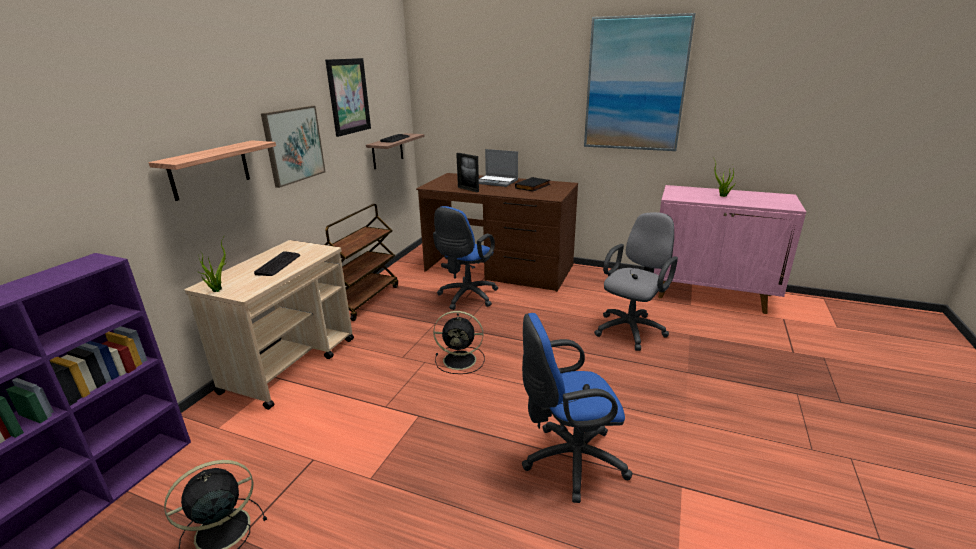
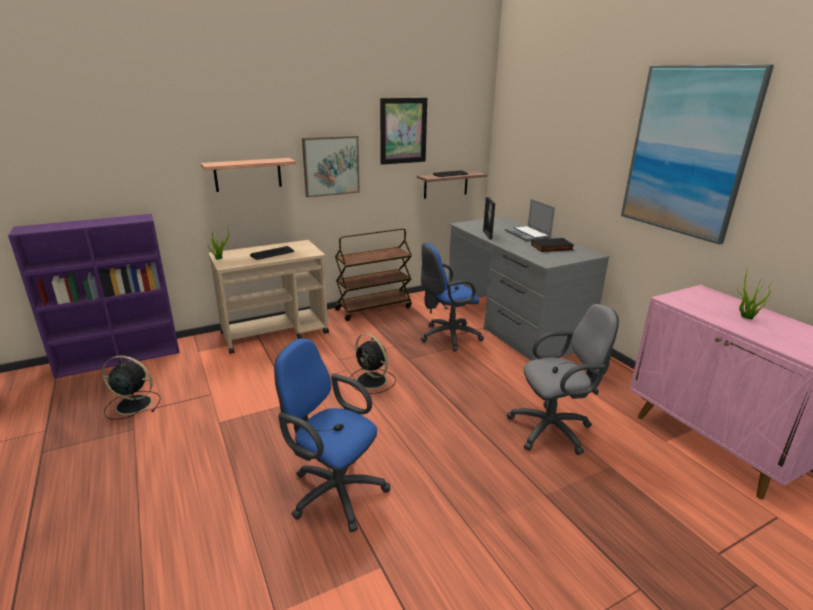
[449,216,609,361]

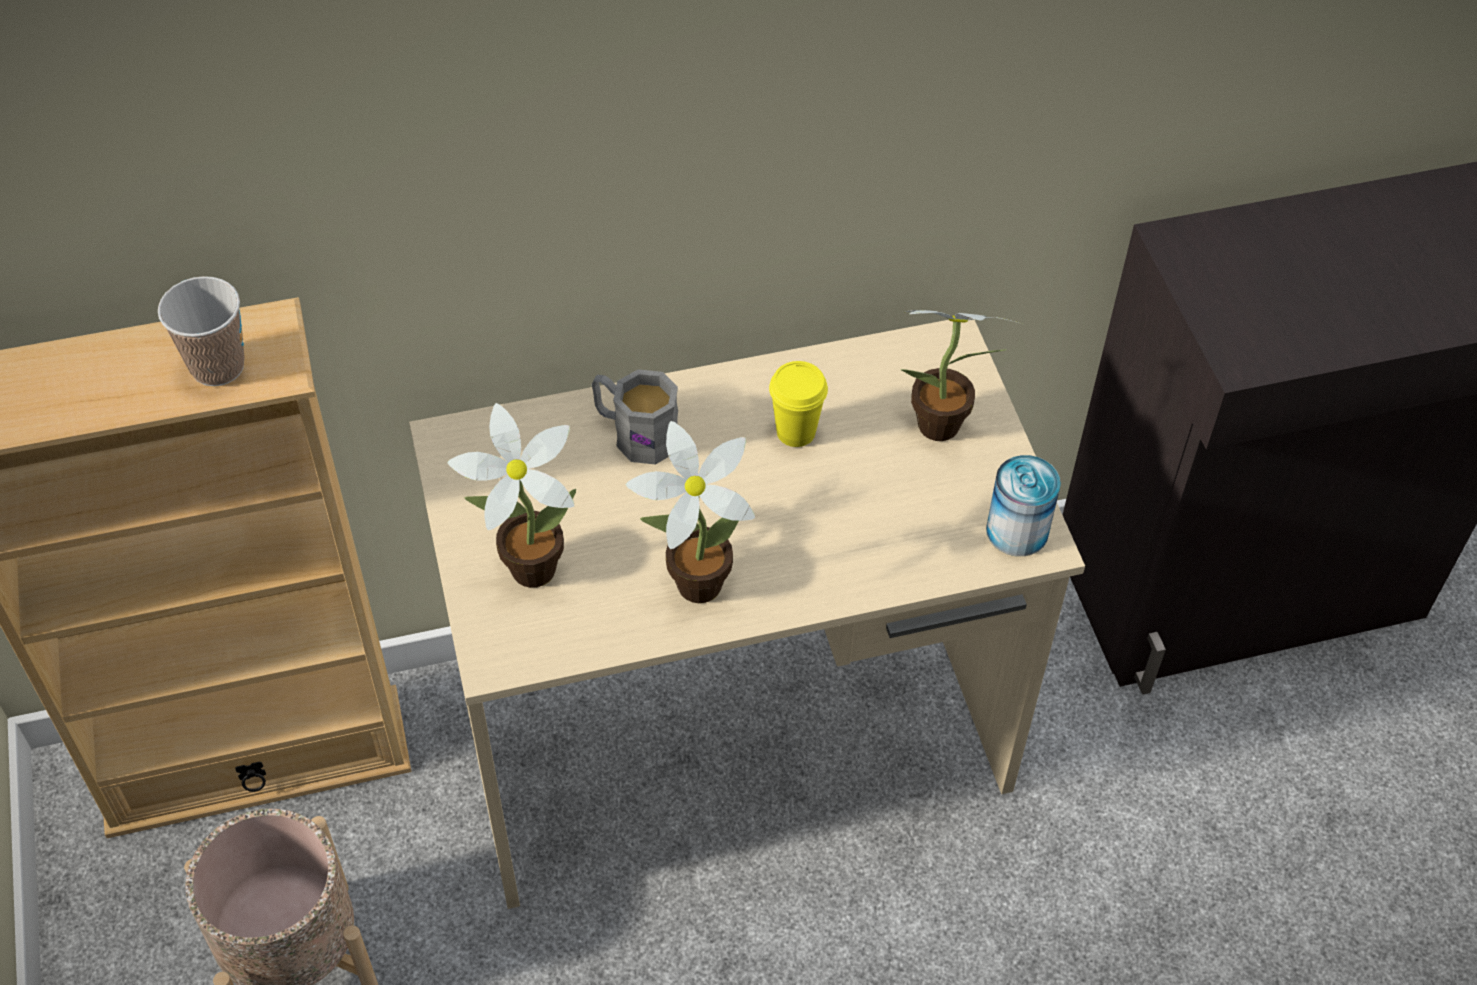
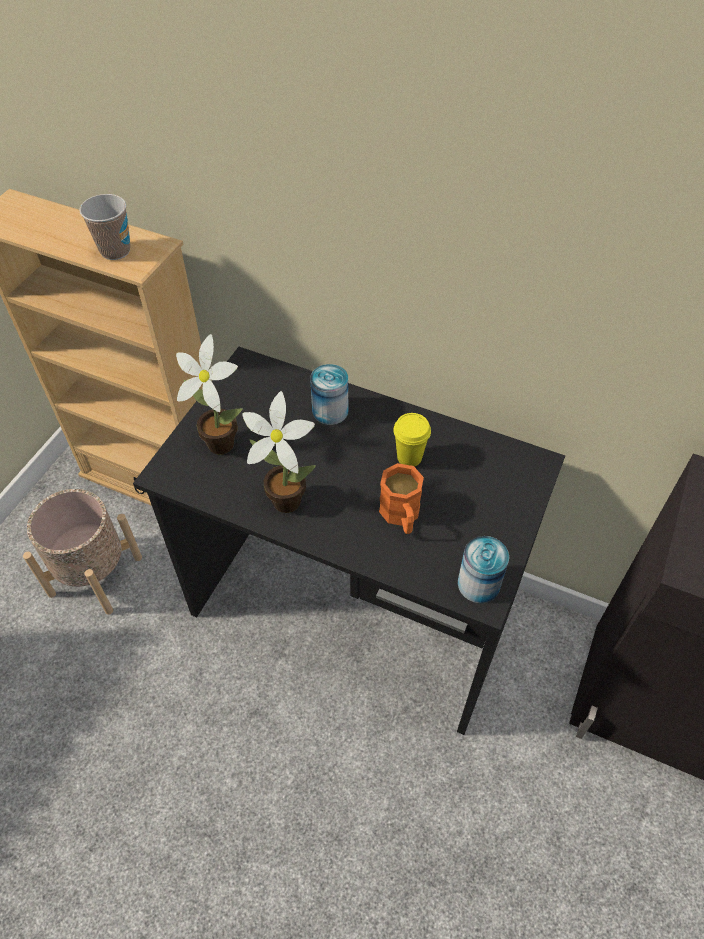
[133,347,565,735]
[310,364,348,425]
[901,310,1022,441] (first image)
[379,463,424,534]

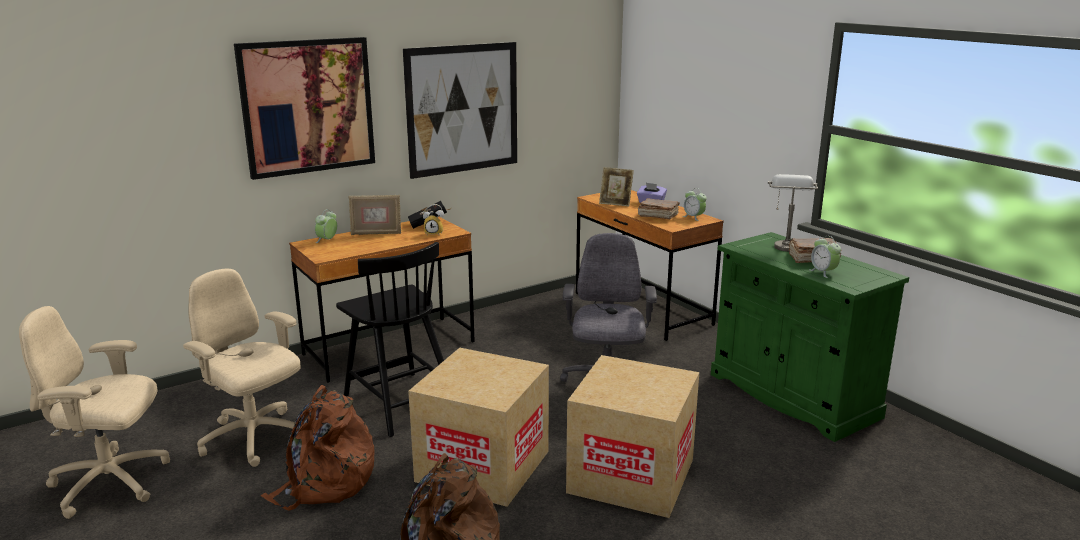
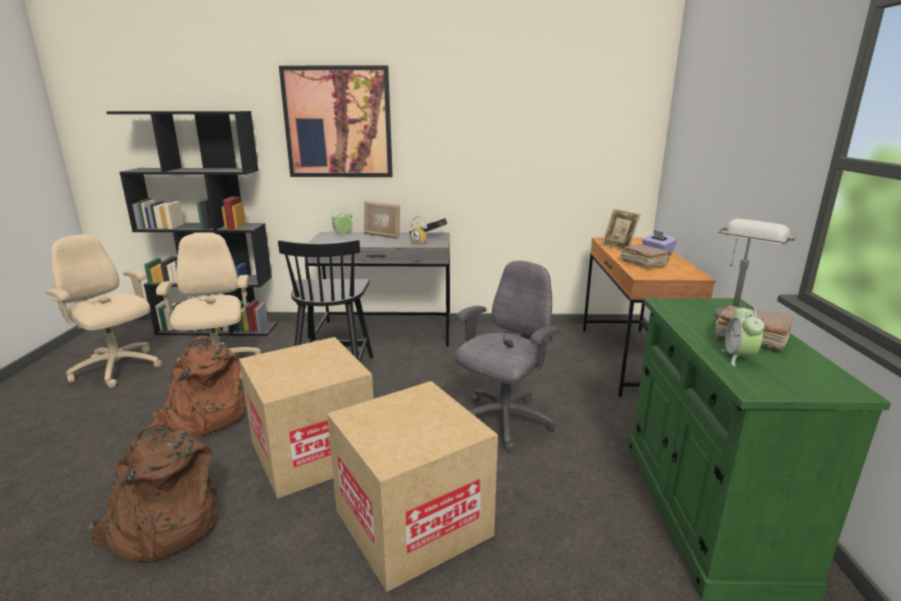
[305,232,450,347]
[403,42,517,179] (first image)
[683,188,707,221] (first image)
[106,111,278,336]

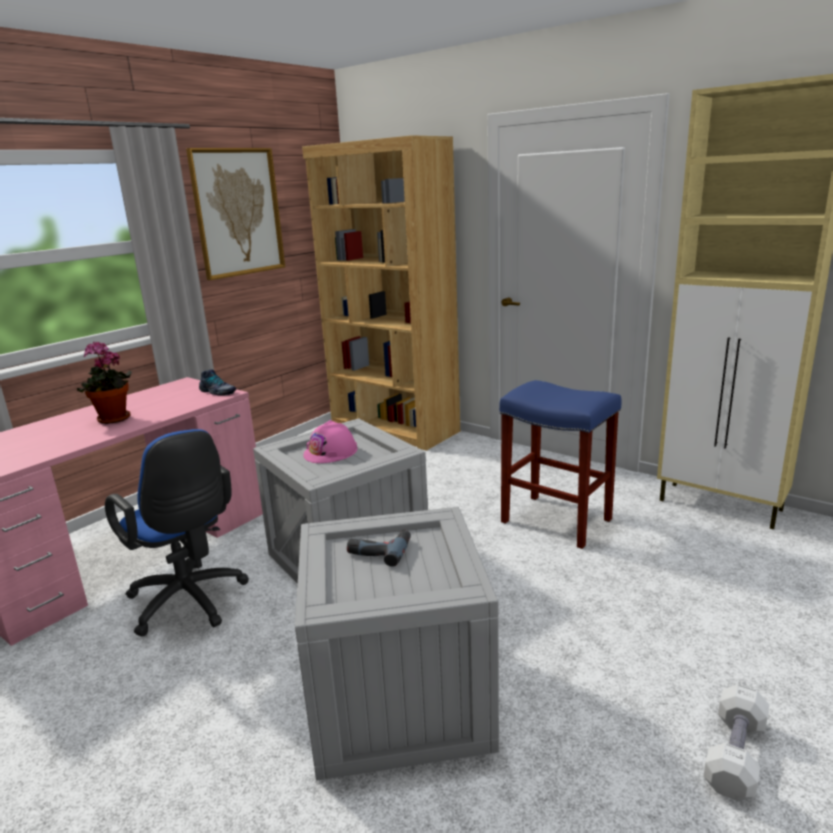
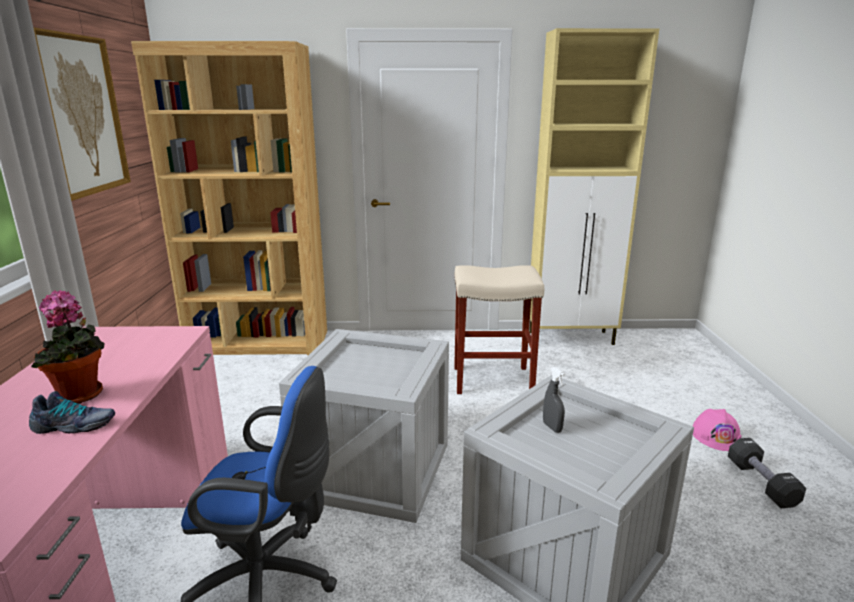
[29,391,115,434]
[693,409,742,451]
[543,367,565,433]
[454,265,544,394]
[728,438,806,508]

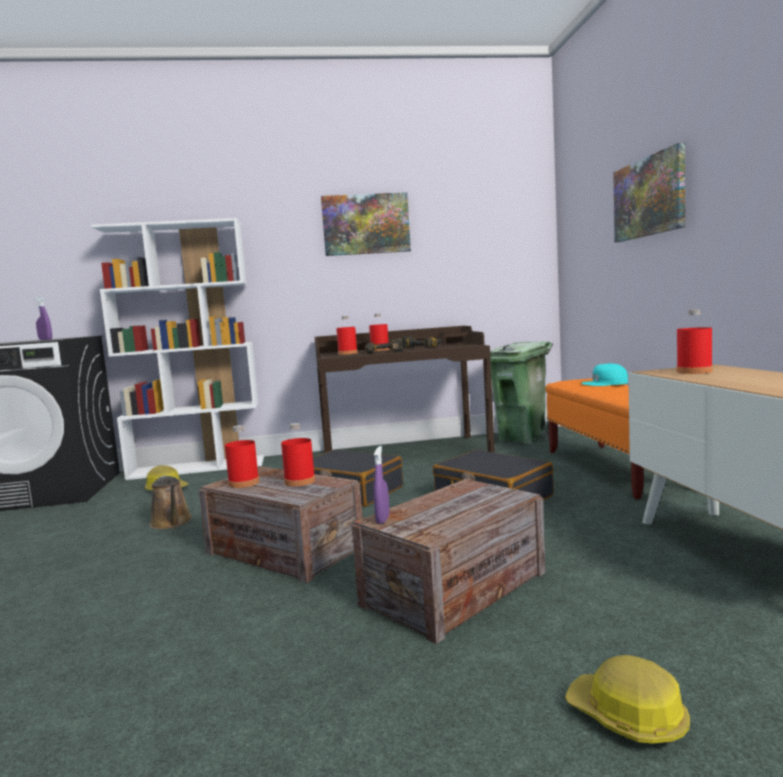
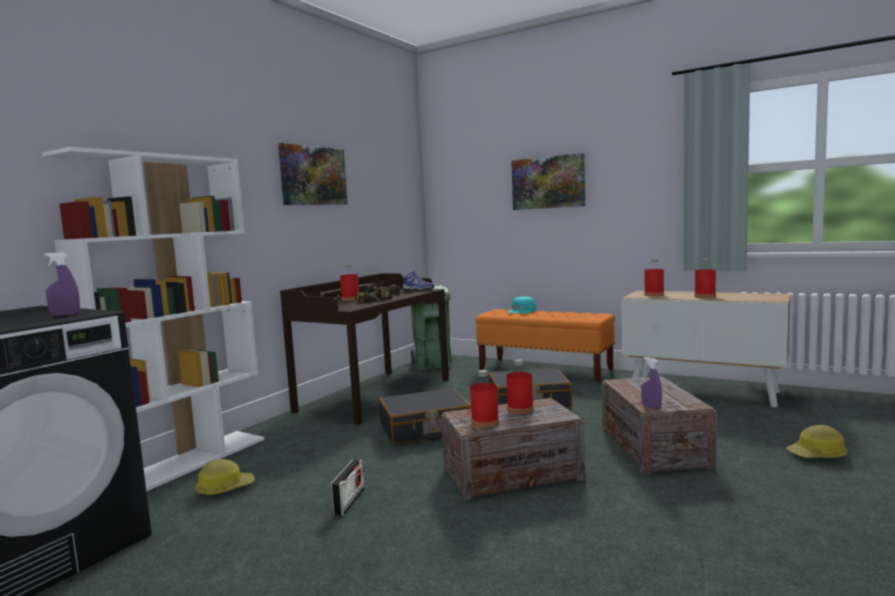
[330,459,365,516]
[694,259,716,298]
[403,271,434,291]

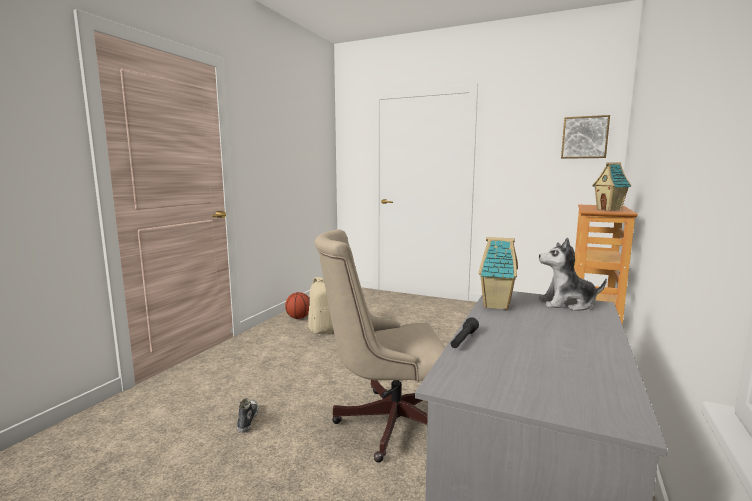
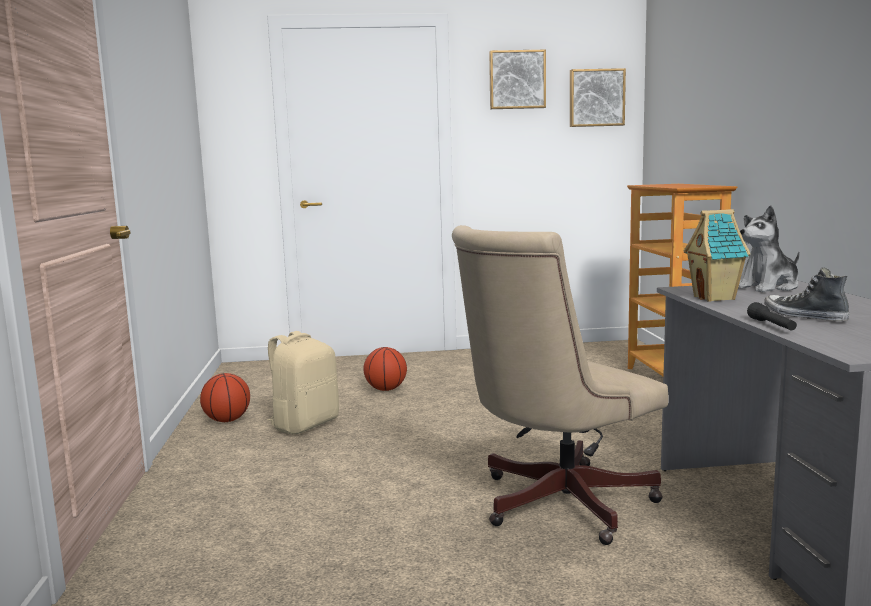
[764,267,849,321]
[592,162,632,211] (first image)
[363,347,407,391]
[489,50,546,109]

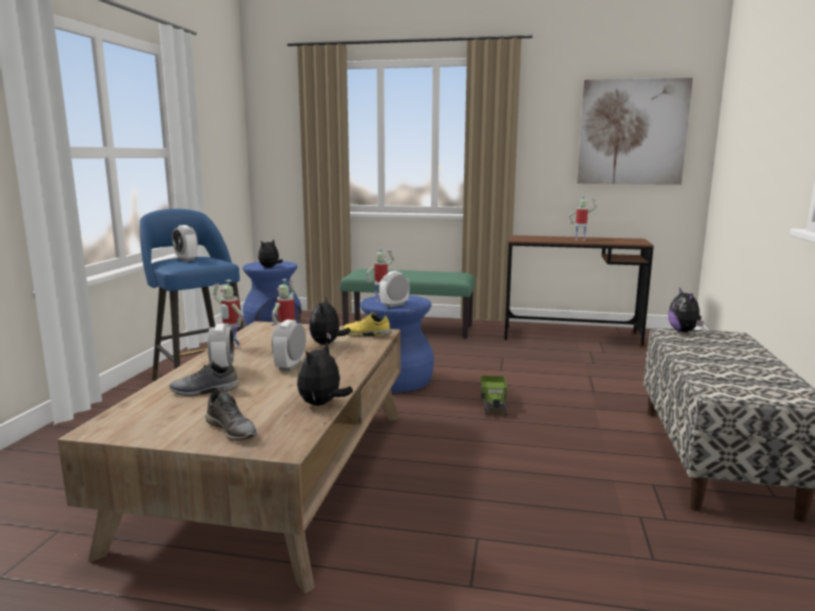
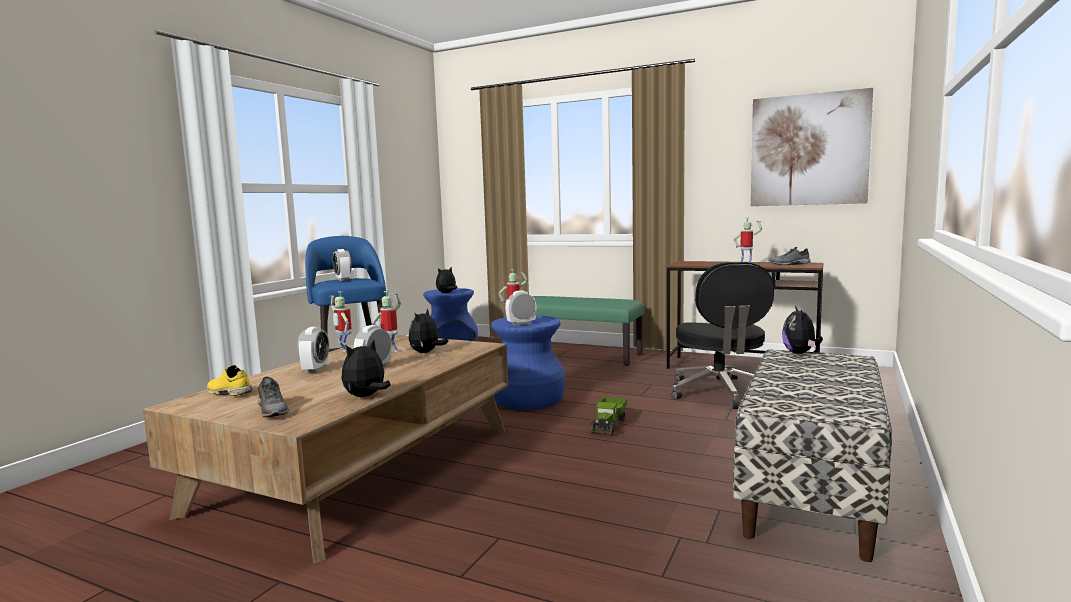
[770,247,811,265]
[207,365,252,396]
[672,262,774,409]

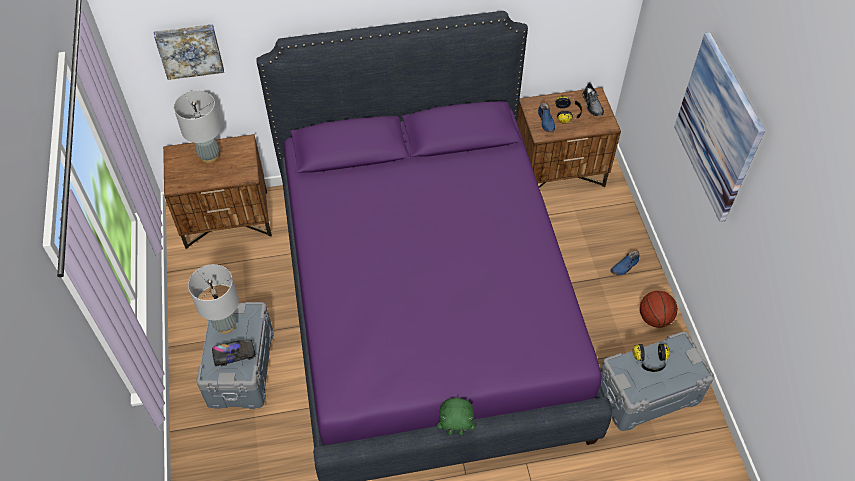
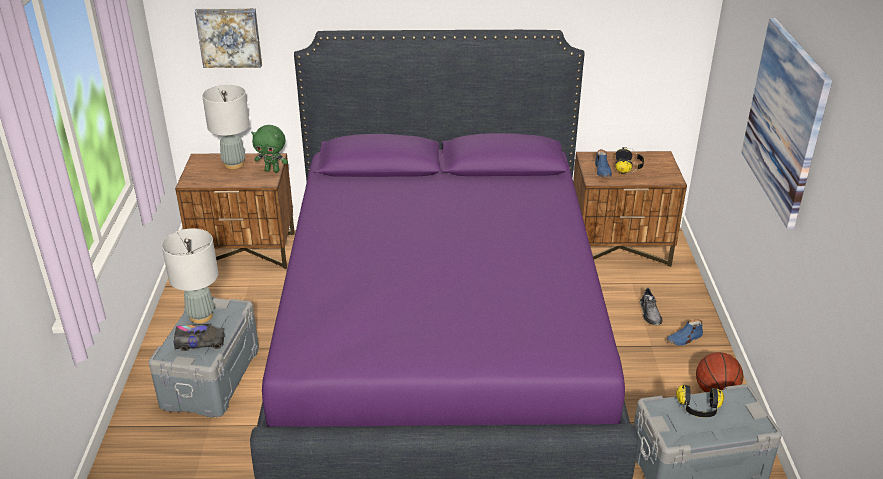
[251,125,288,173]
[640,287,662,325]

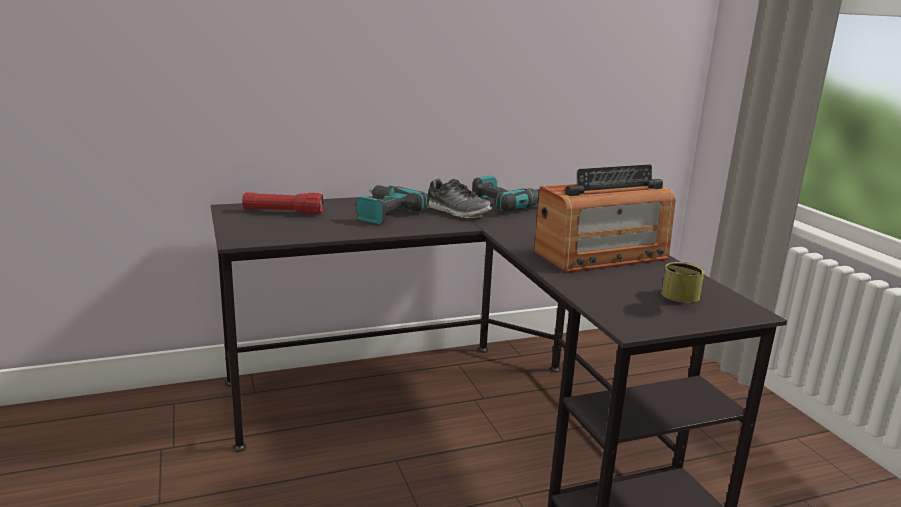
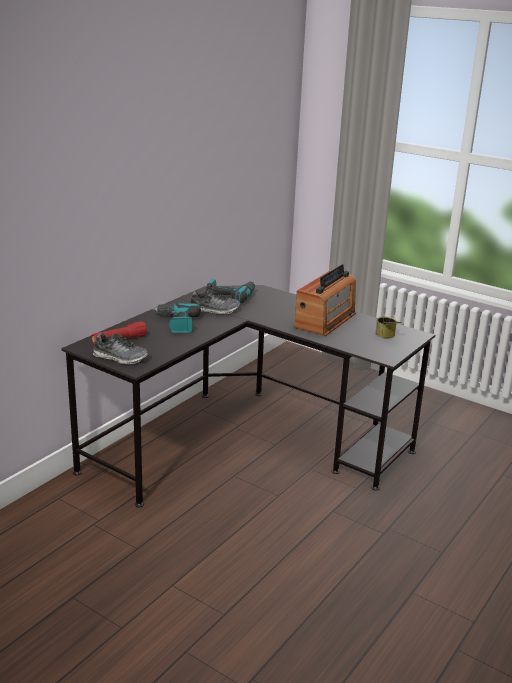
[93,333,148,365]

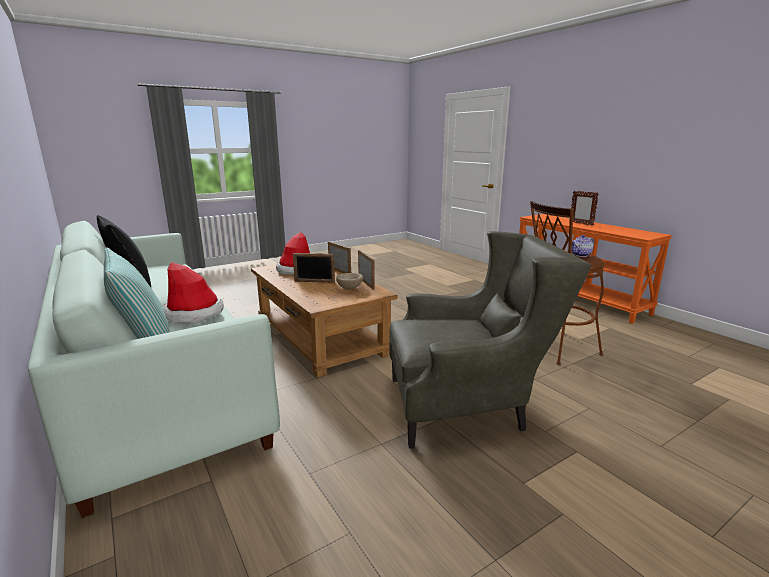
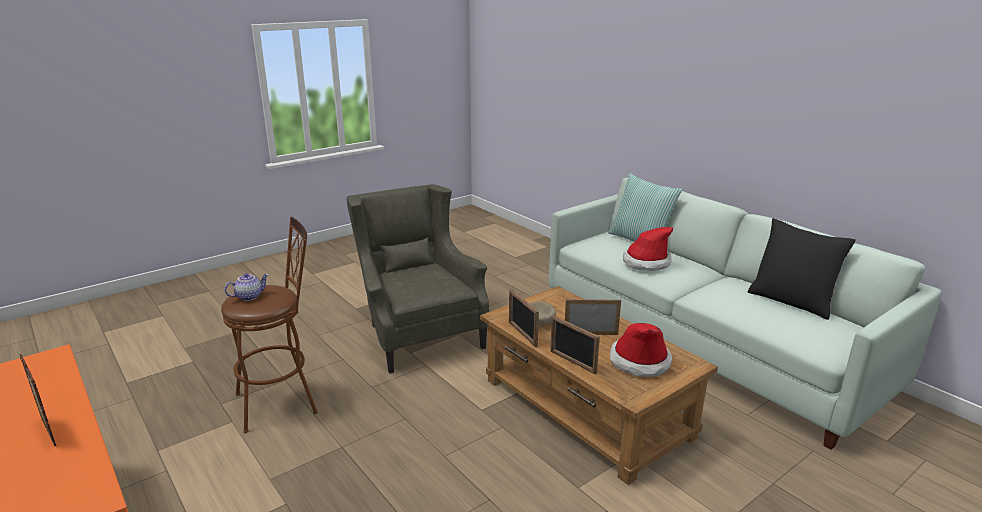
[347,184,489,373]

